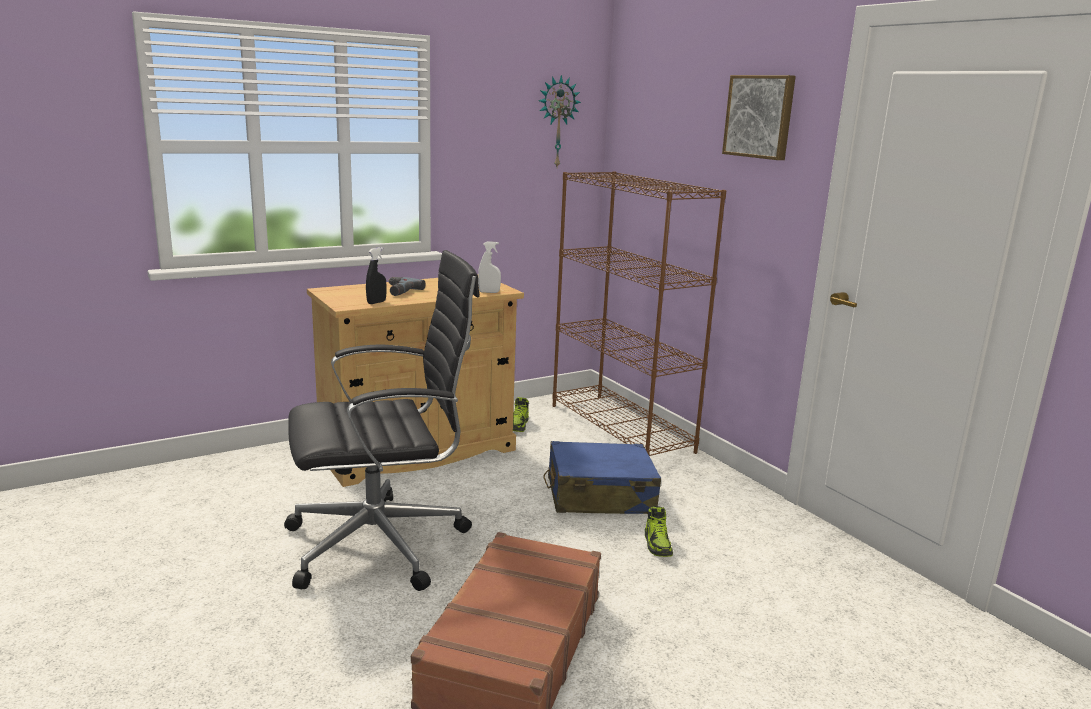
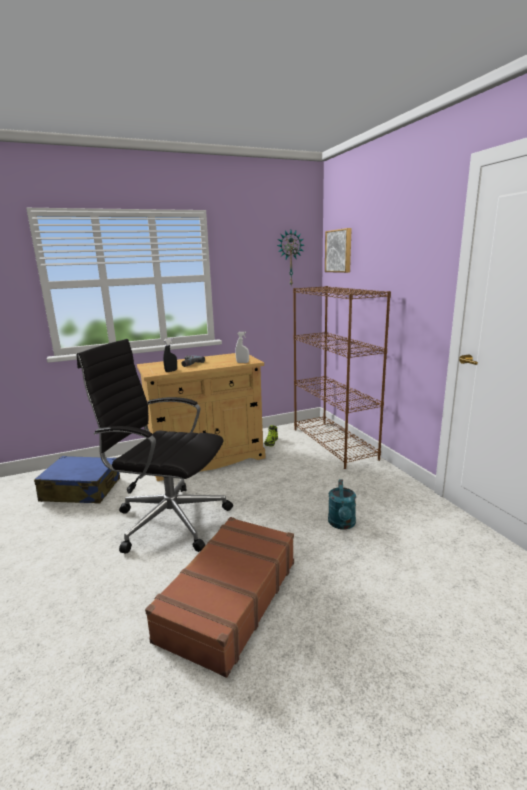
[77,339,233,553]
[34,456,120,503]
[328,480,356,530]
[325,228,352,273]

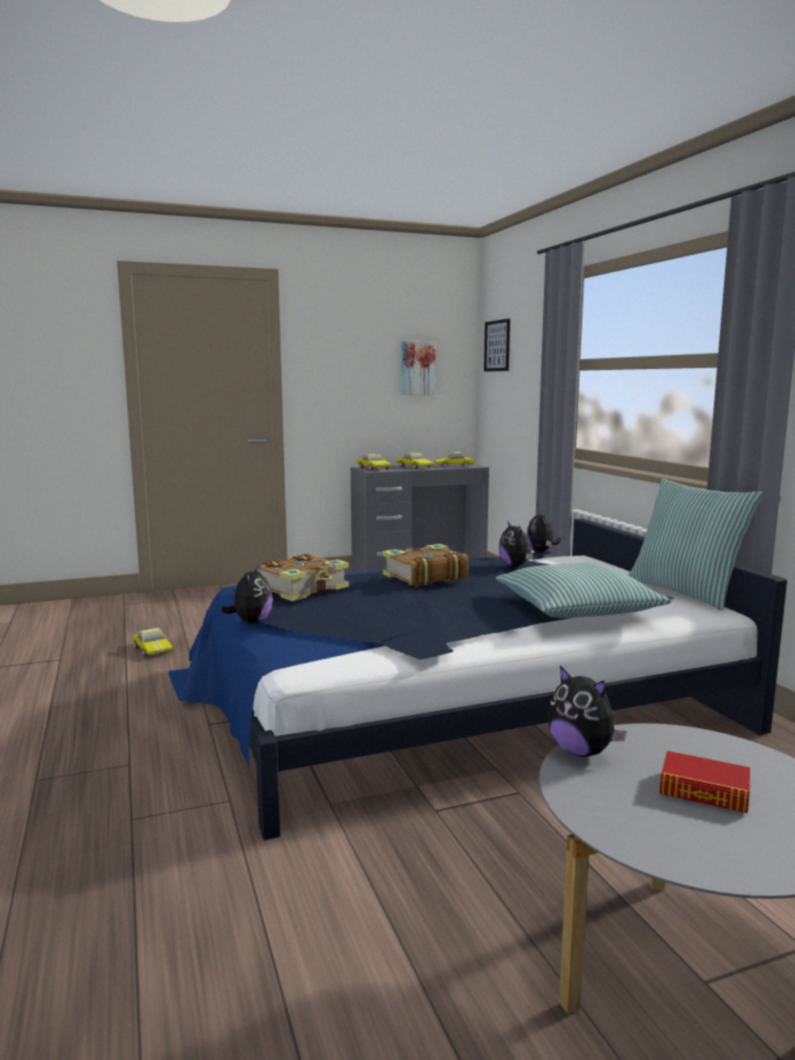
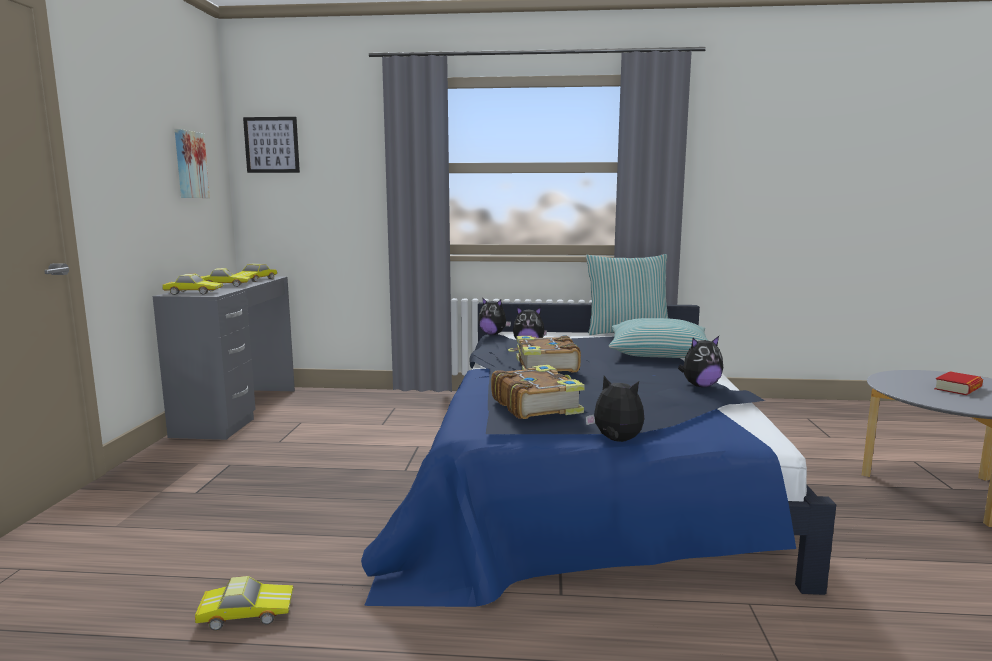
[678,336,723,387]

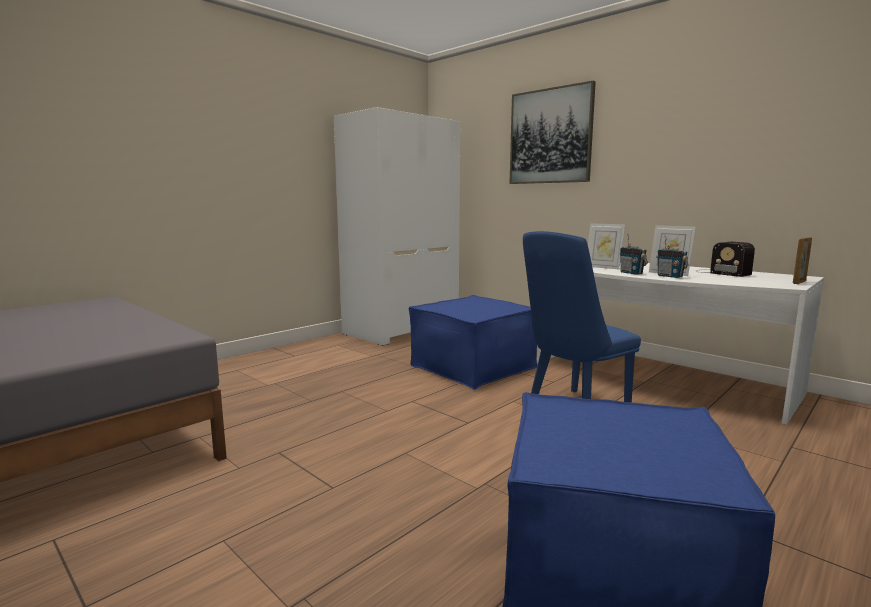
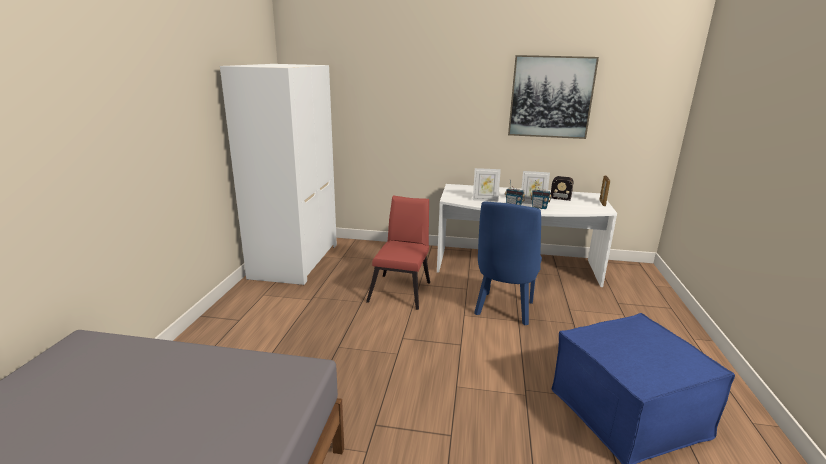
[366,195,430,310]
[508,55,599,139]

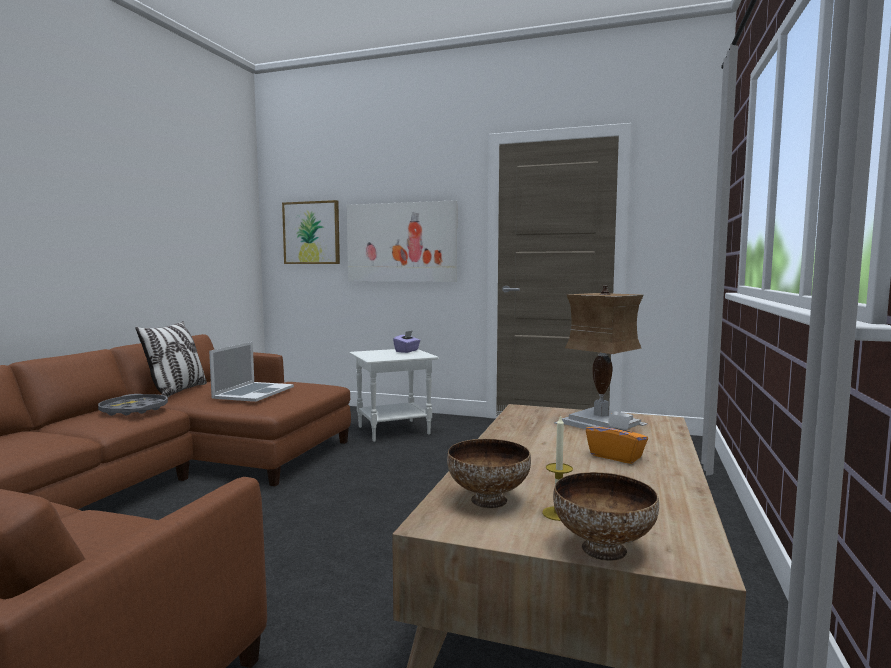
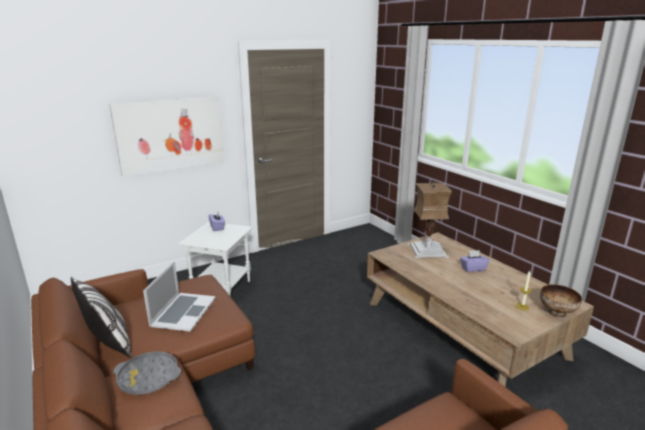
[143,261,216,332]
[282,200,340,264] (first image)
[447,439,531,508] (first image)
[460,250,490,272]

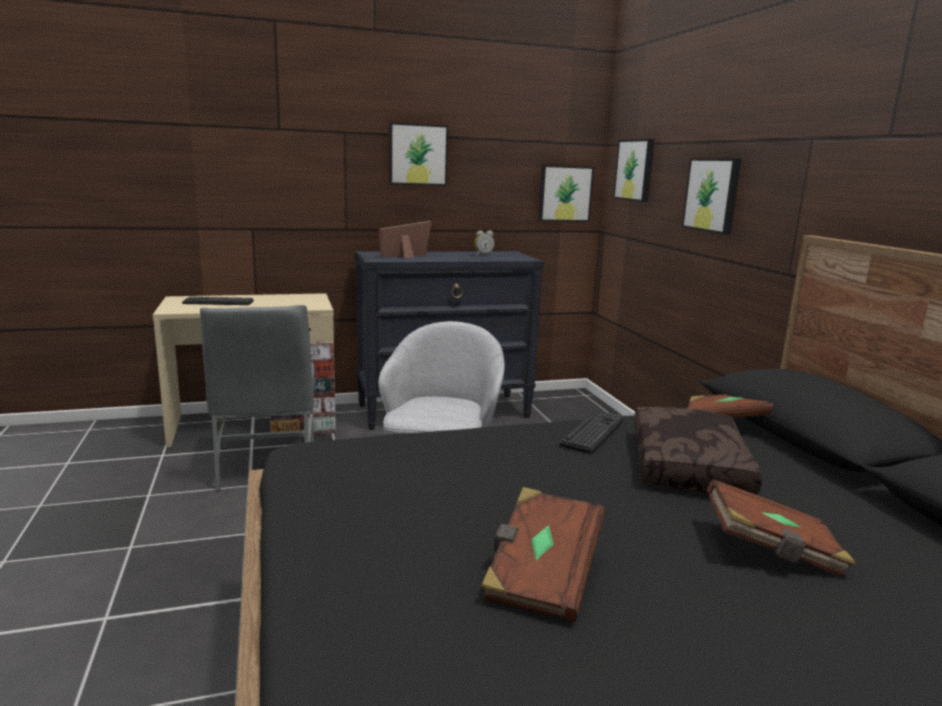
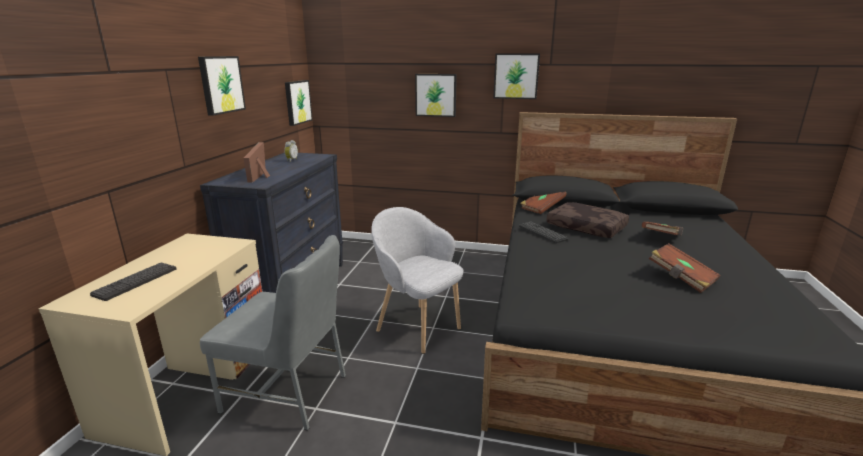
[493,53,540,99]

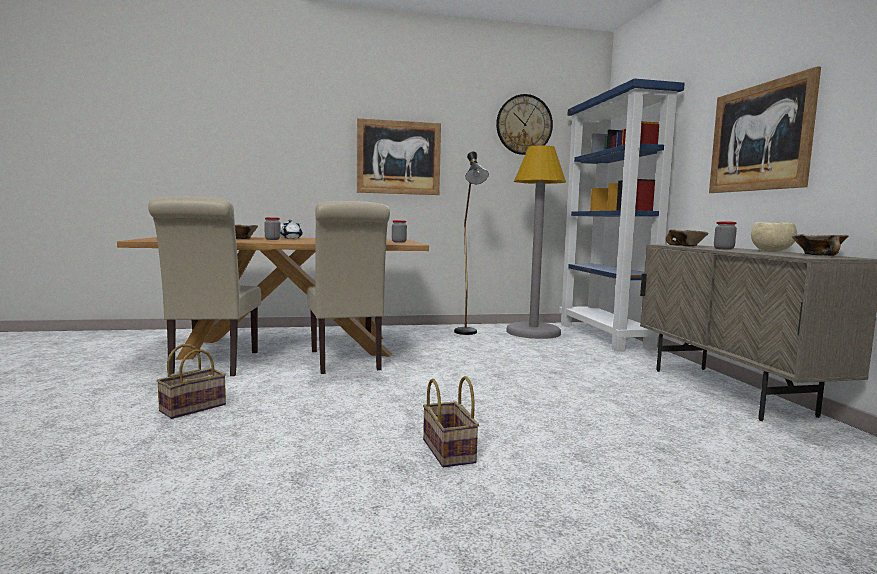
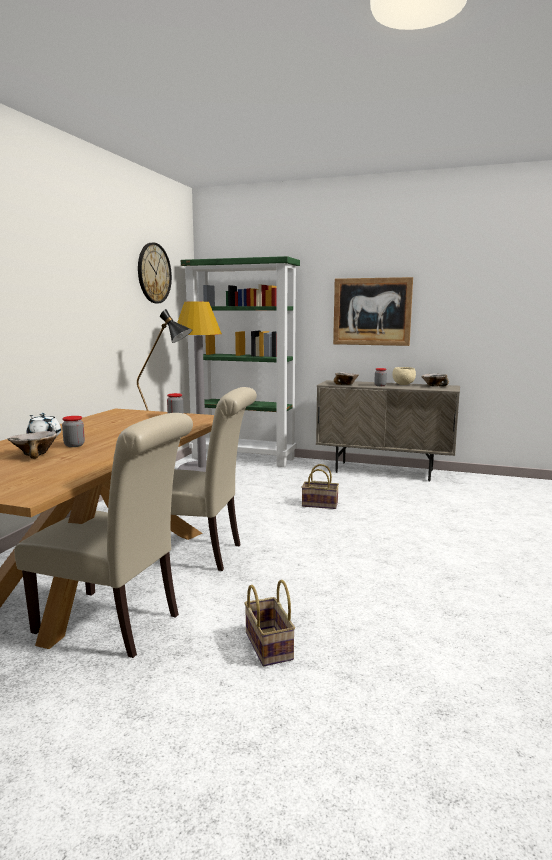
[357,118,441,195] (first image)
[301,464,339,509]
[181,256,300,467]

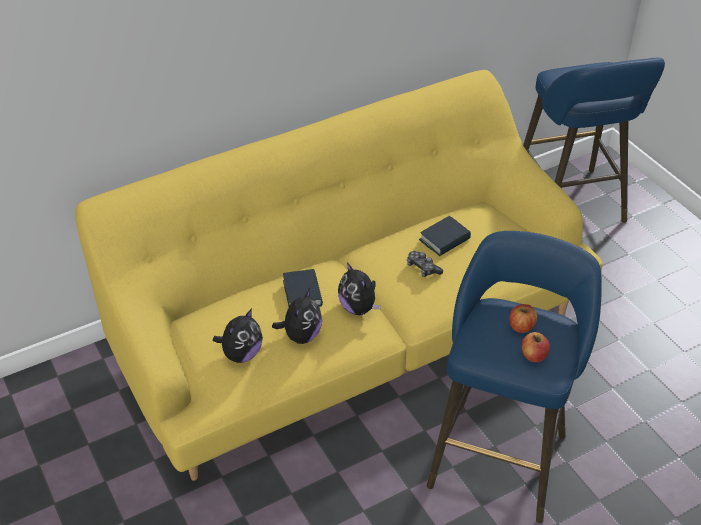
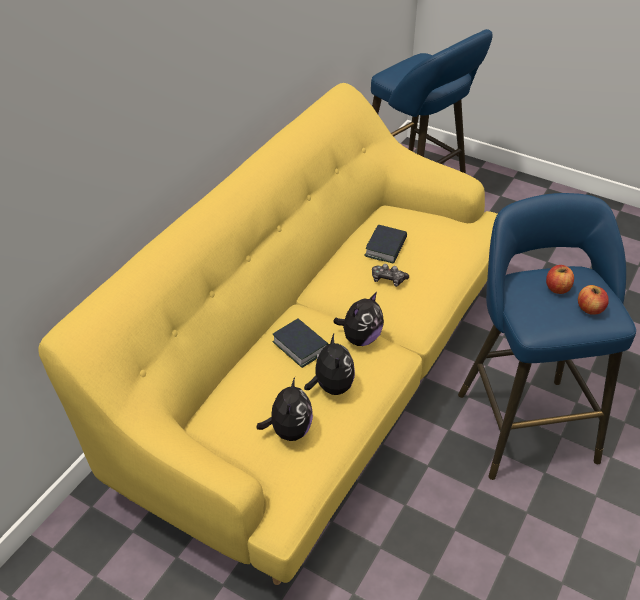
[333,292,384,346]

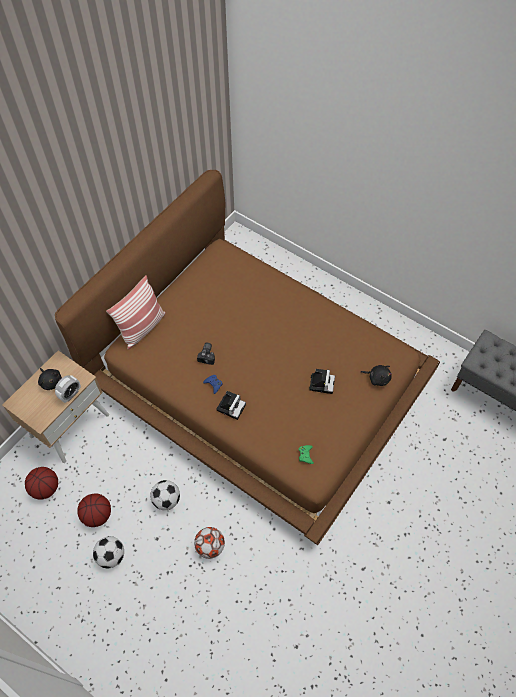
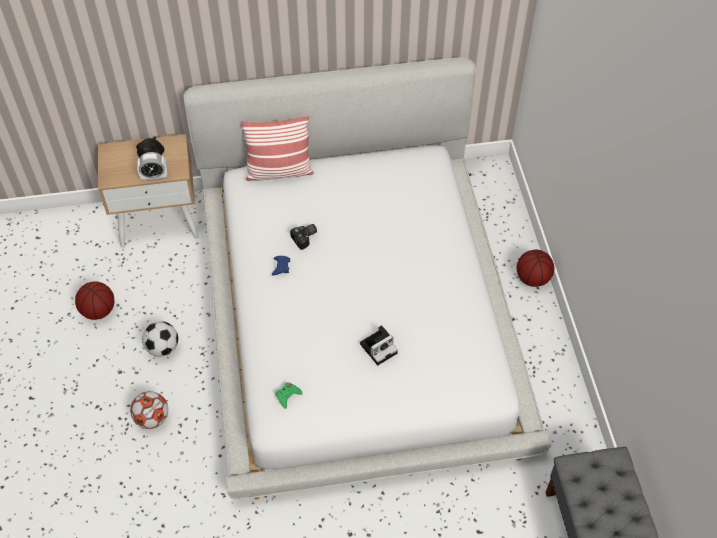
[517,250,554,287]
[183,57,551,500]
[93,536,124,568] (first image)
[216,391,246,420] (first image)
[361,365,392,386] (first image)

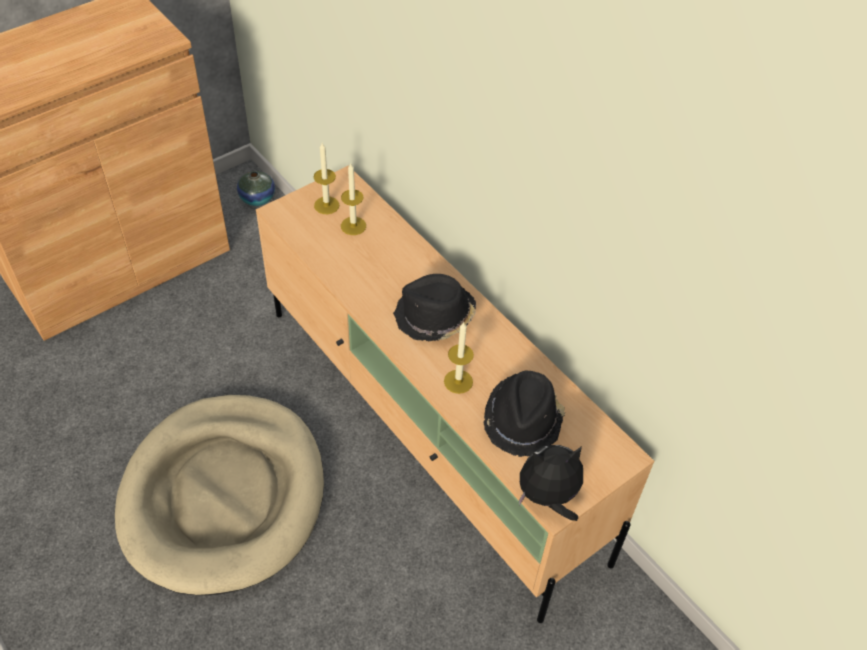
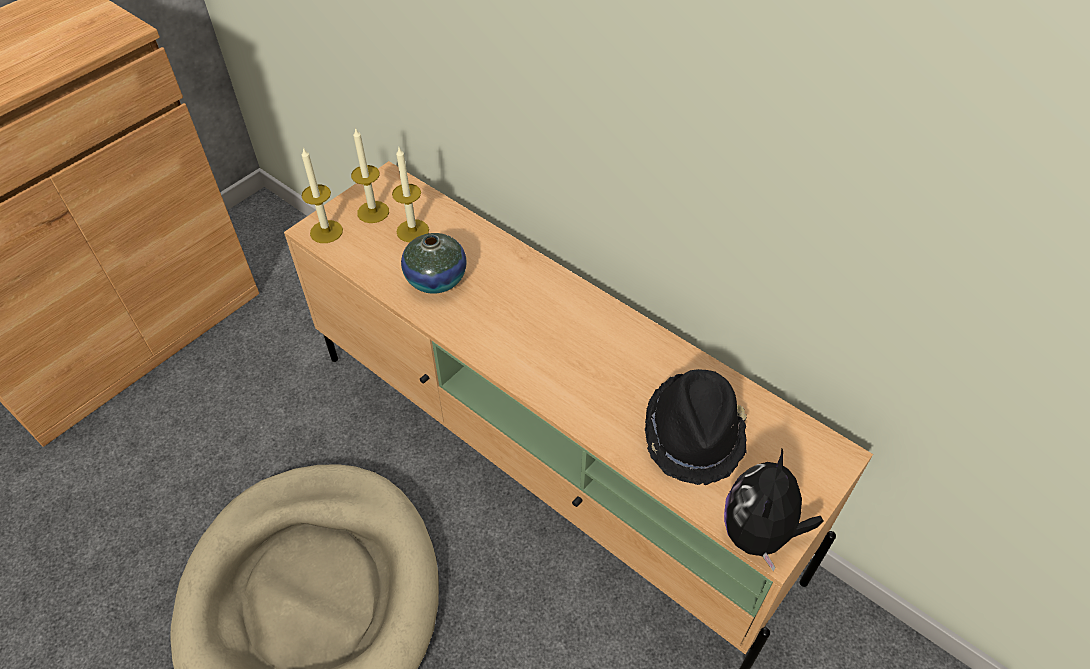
[401,233,467,294]
[393,274,476,341] (first image)
[301,147,343,243]
[724,449,824,572]

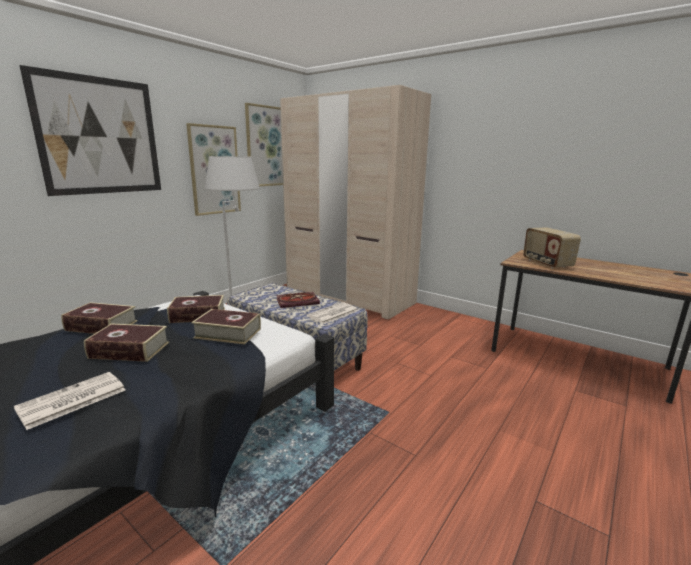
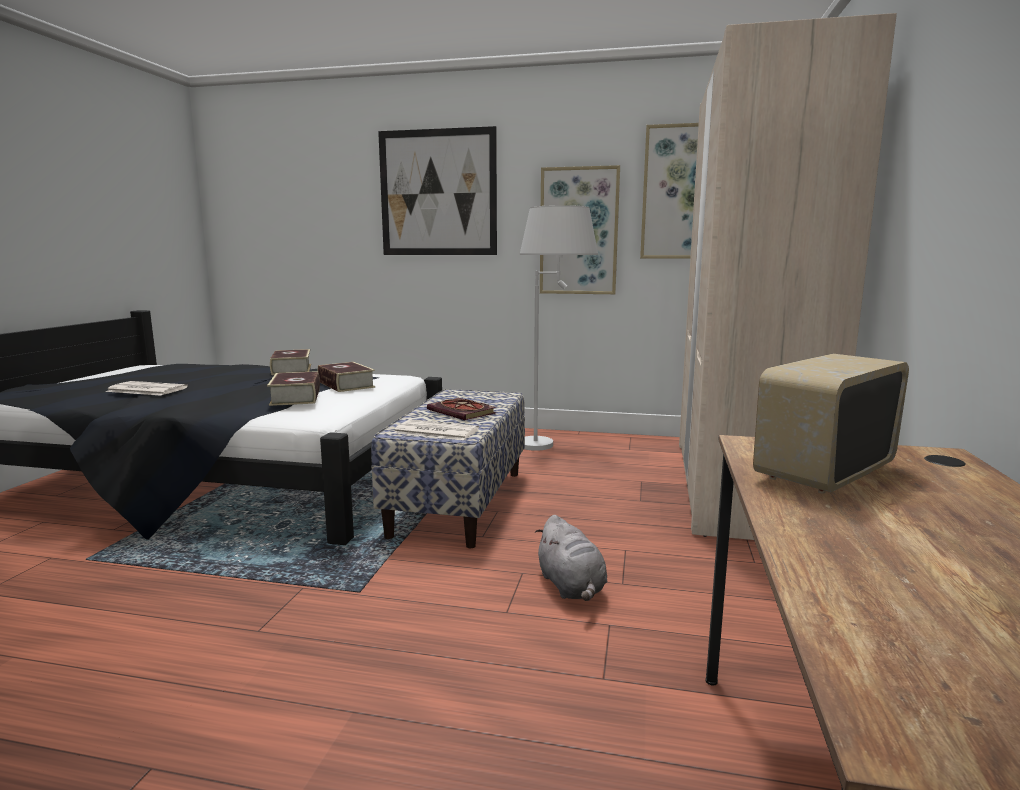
[84,323,169,362] (first image)
[535,515,607,601]

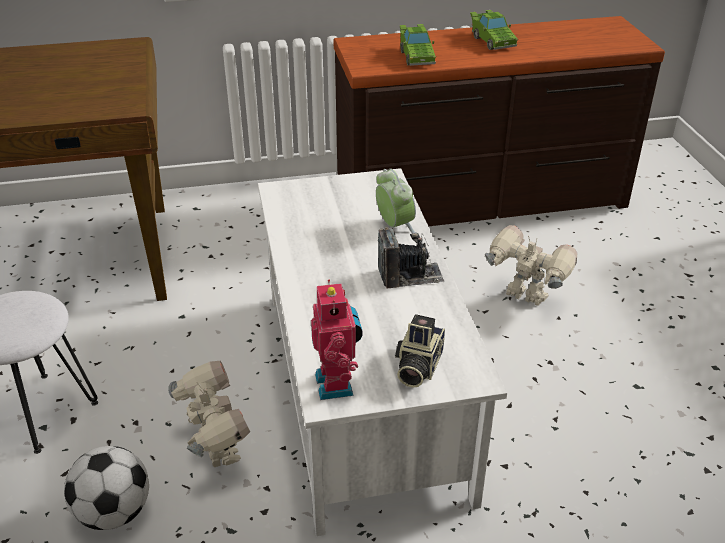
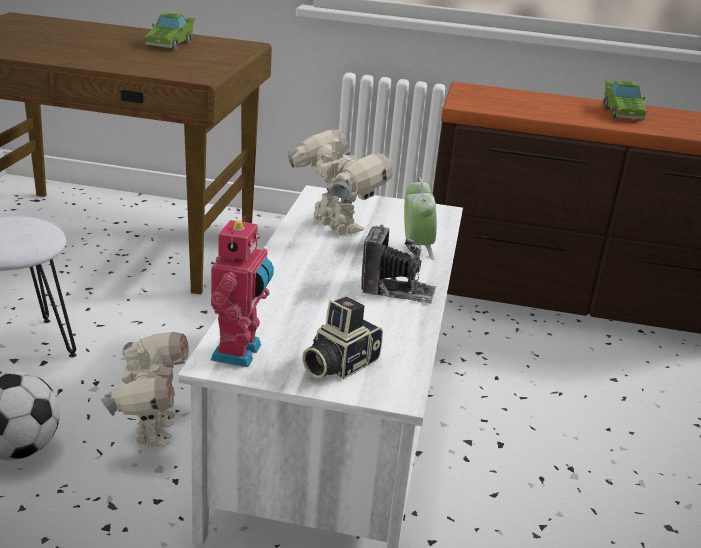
[145,13,196,50]
[287,128,393,235]

